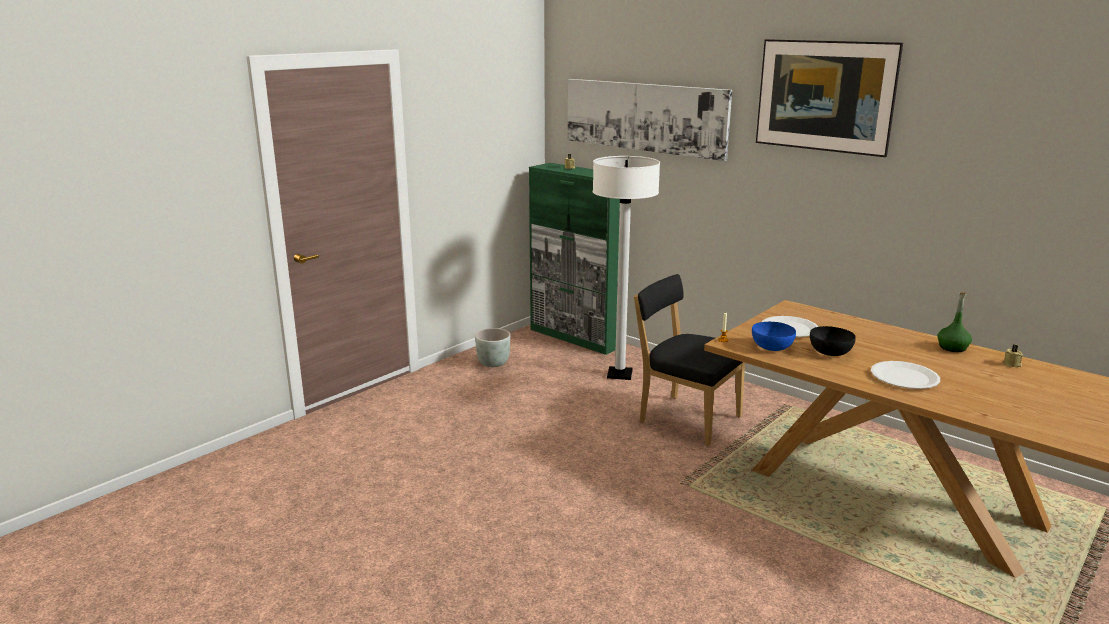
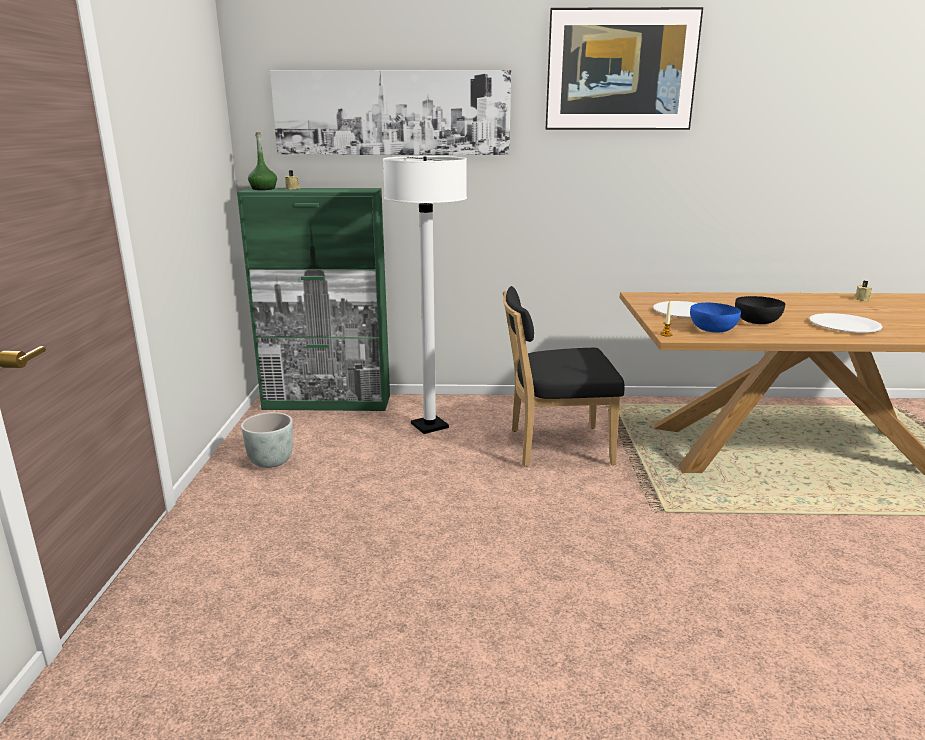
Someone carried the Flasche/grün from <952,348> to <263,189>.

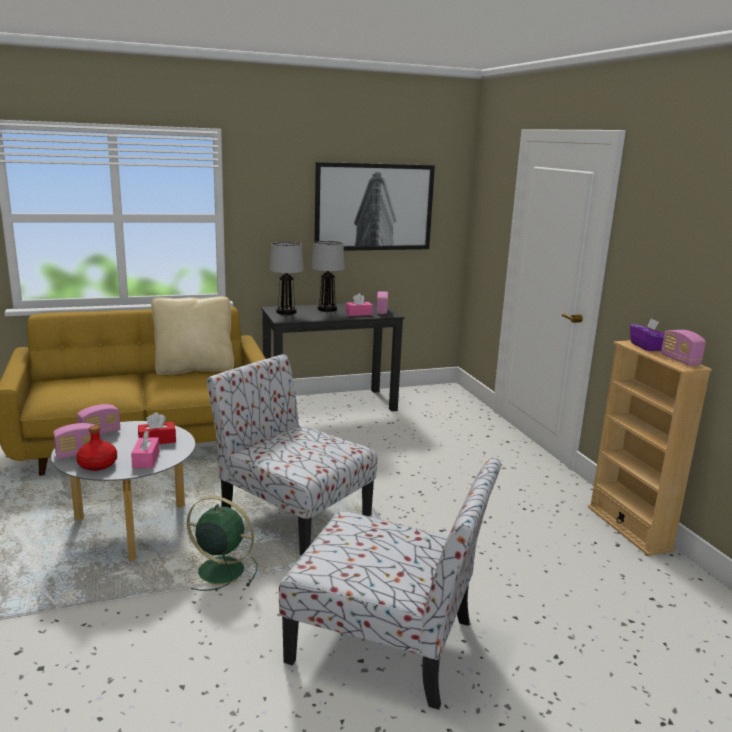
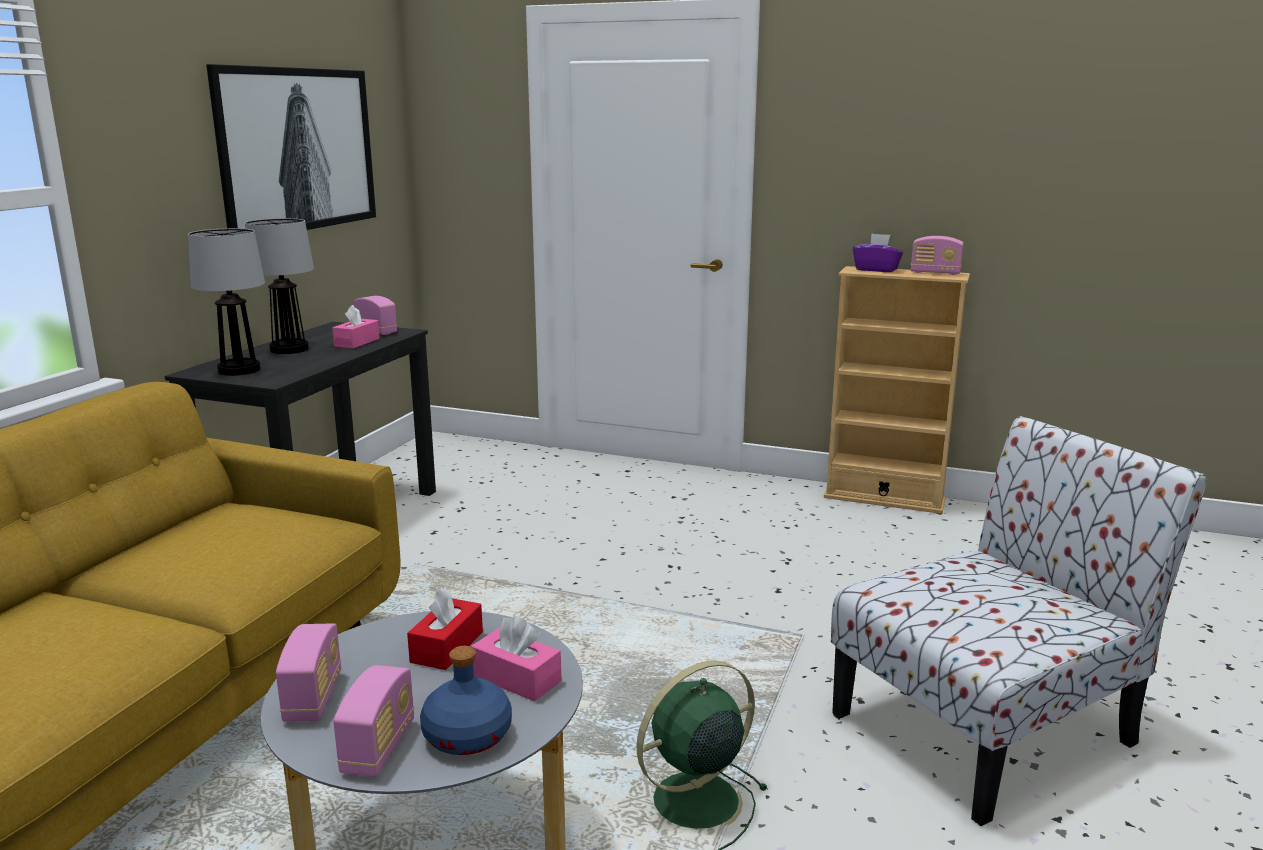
Someone repainted the Flasche/rot at <97,465>, which became the Flasche/blau at <468,736>.
Someone took away the Kissen/beige at <194,369>.
Someone took away the Stuhl at <292,514>.

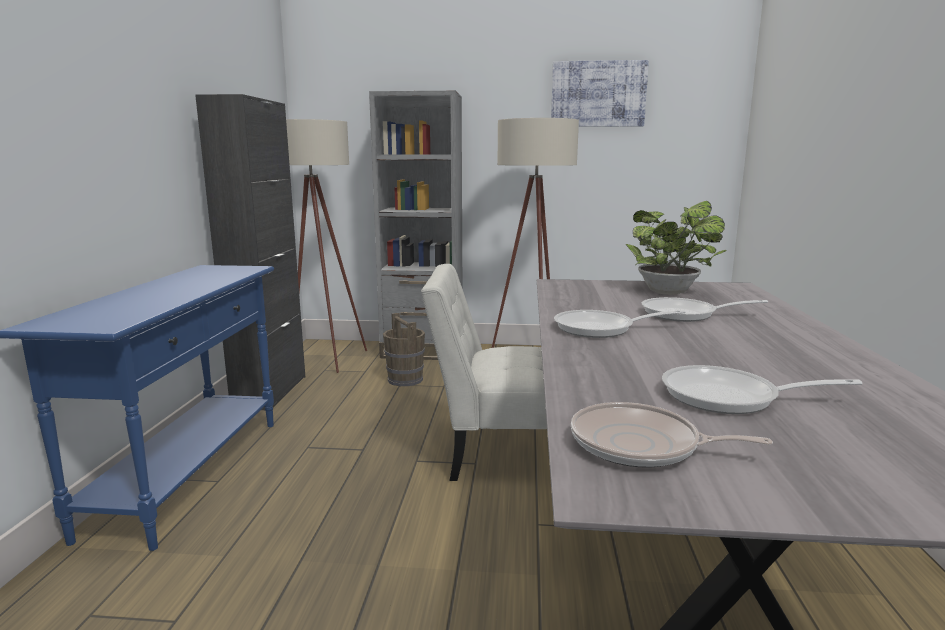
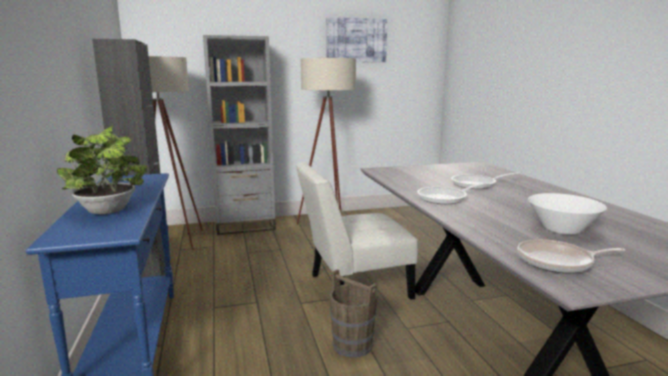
Someone carried the Eimer/braun from <405,379> to <352,345>.
Someone carried the Topfpflanze from <670,293> to <109,212>.
Someone swapped the Pfanne at <730,397> for the Schüssel/weiß at <562,230>.

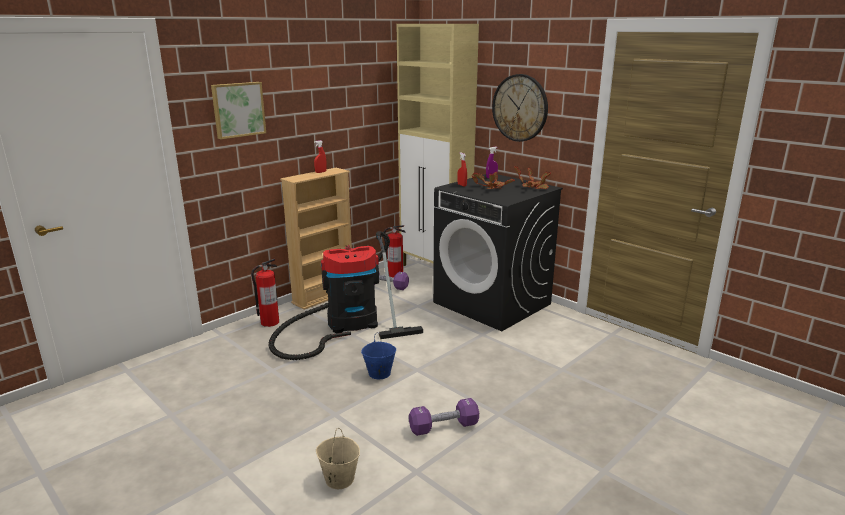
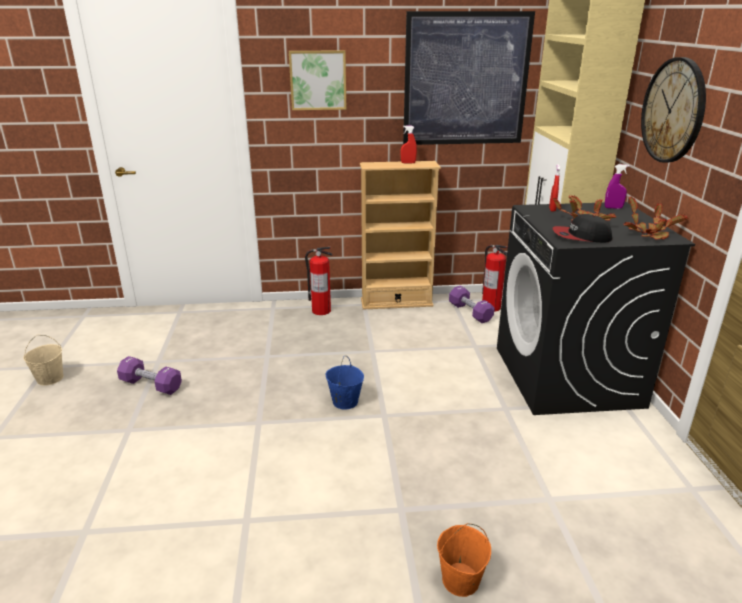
Someone took away the Staubsauger at <346,324>.
Someone carried the Eimer/beige from <339,479> to <50,378>.
Someone carried the Hantel/lila from <443,427> to <151,385>.
Someone put up the Bild at <466,80>.
Someone put down the Eimer/orange at <461,581>.
Someone put down the Kappe at <581,237>.

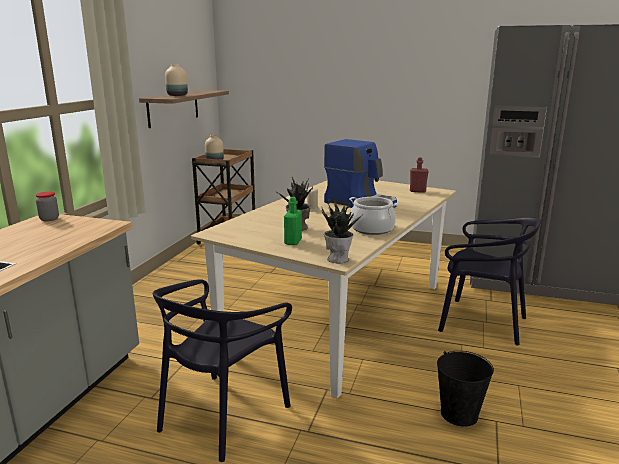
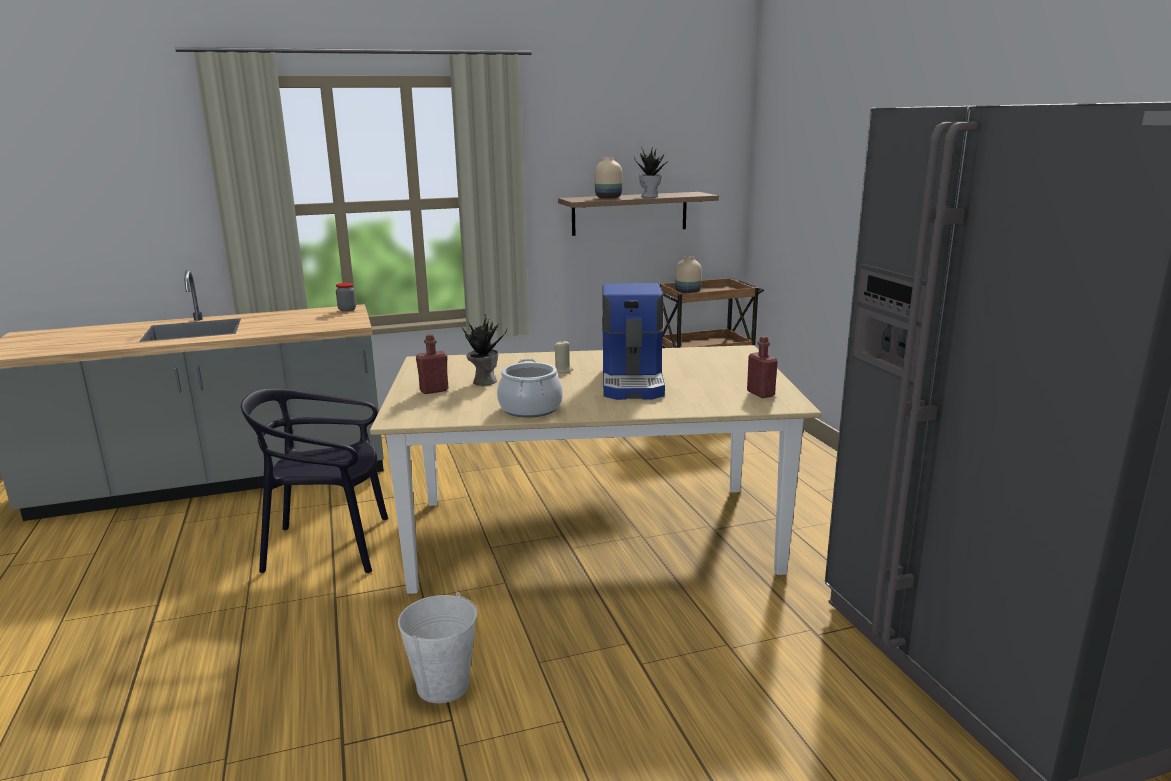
Someone repainted the Flasche/grün at <293,241>, which became the Flasche/rot at <434,390>.
Someone carried the Topfpflanze from <338,259> to <650,197>.
Someone repainted the Eimer/schwarz at <459,414>, which became the Eimer/weiß at <442,685>.
Someone took away the Stuhl/schwarz at <481,322>.

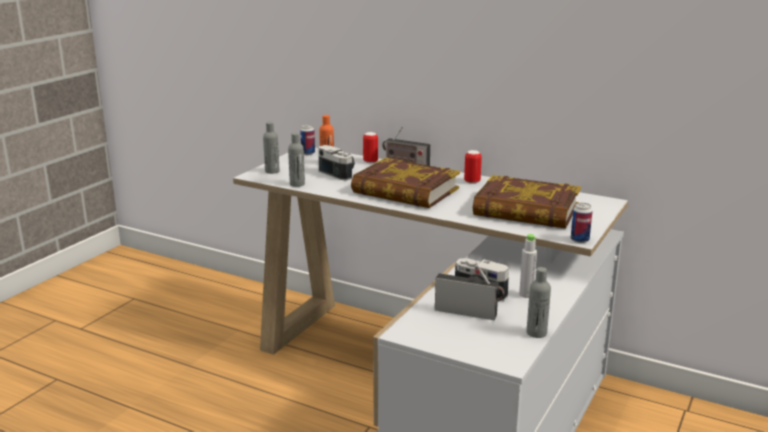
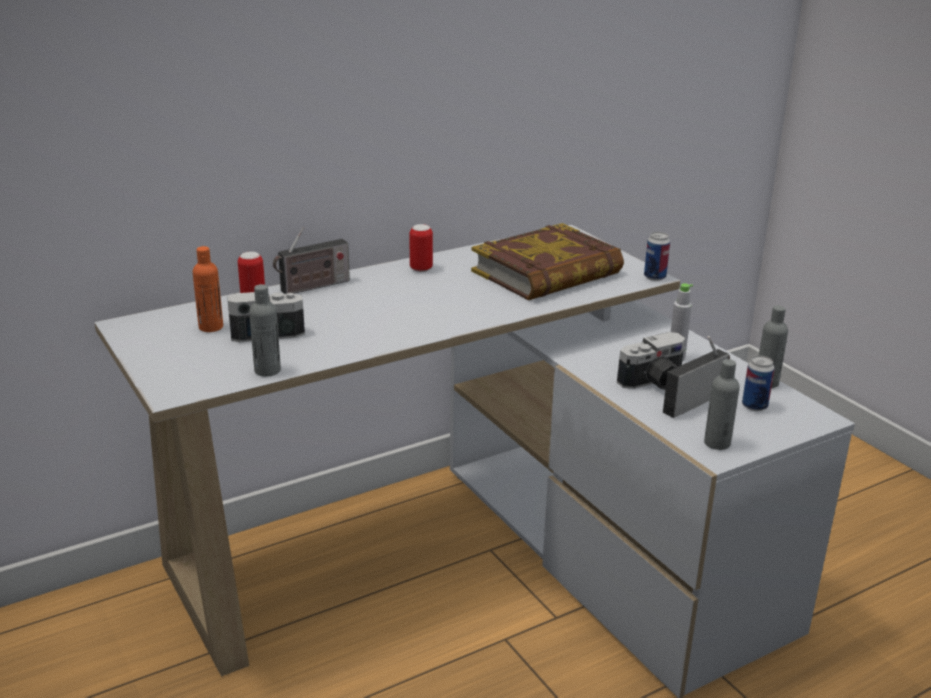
Someone carried the Flasche/grau from <272,171> to <717,443>.
Someone carried the Dose from <308,153> to <754,406>.
Someone took away the Buch at <405,191>.

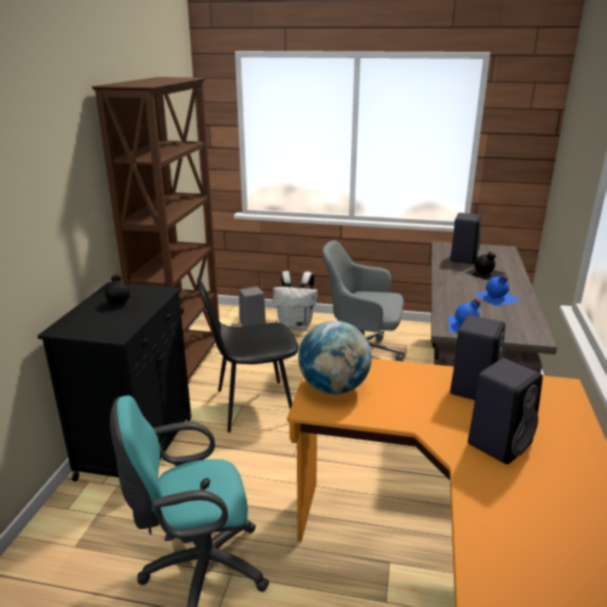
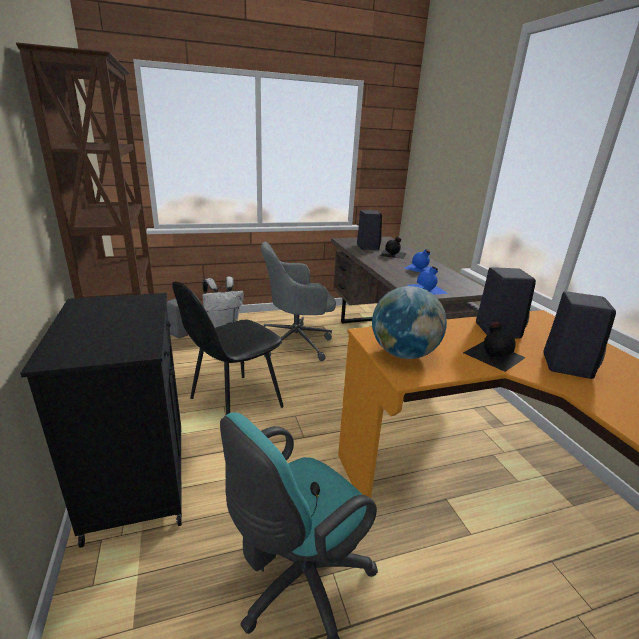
Someone carried the Flasche/schwarz from <120,302> to <493,354>.

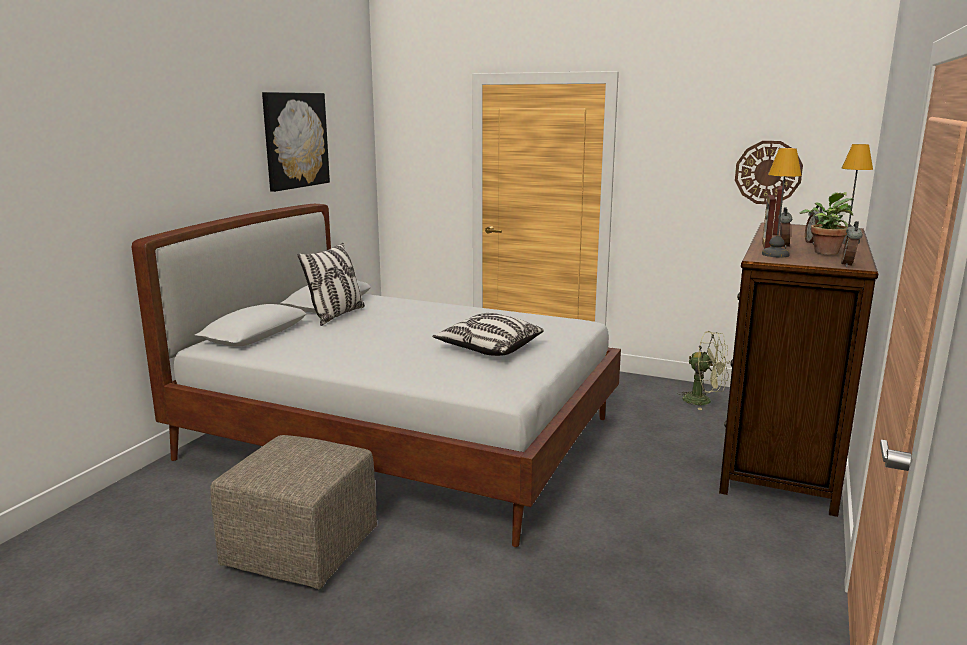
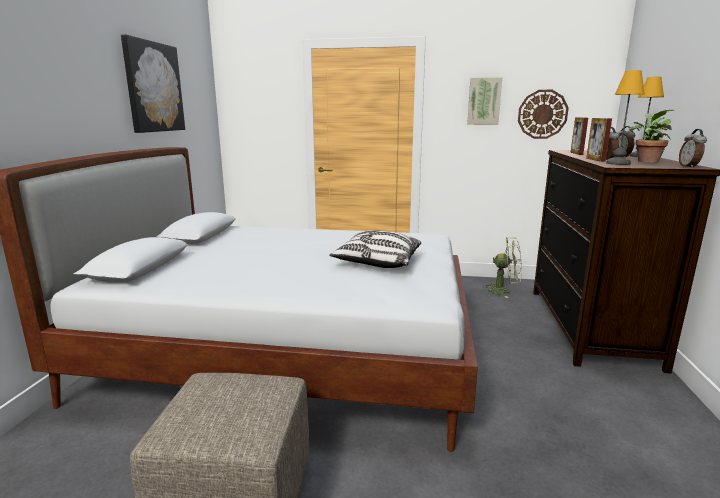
Someone took away the Kissen at <336,315>.
Someone put up the Bild at <484,101>.

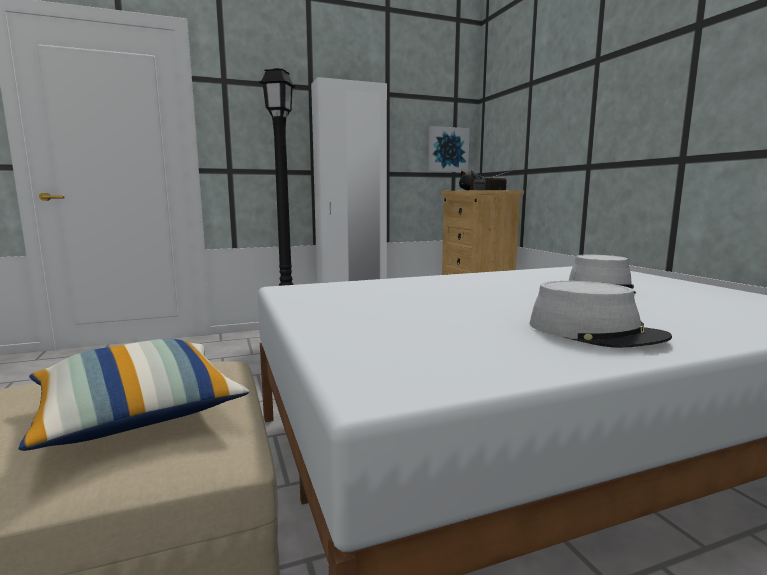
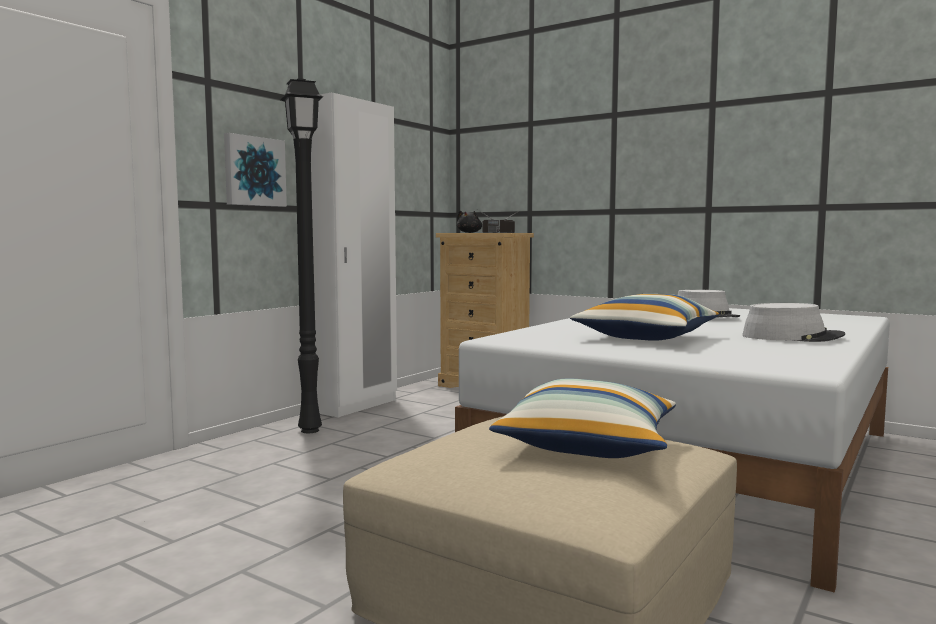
Someone carried the Bild from <447,150> to <253,171>.
Someone put down the Kissen at <645,337>.

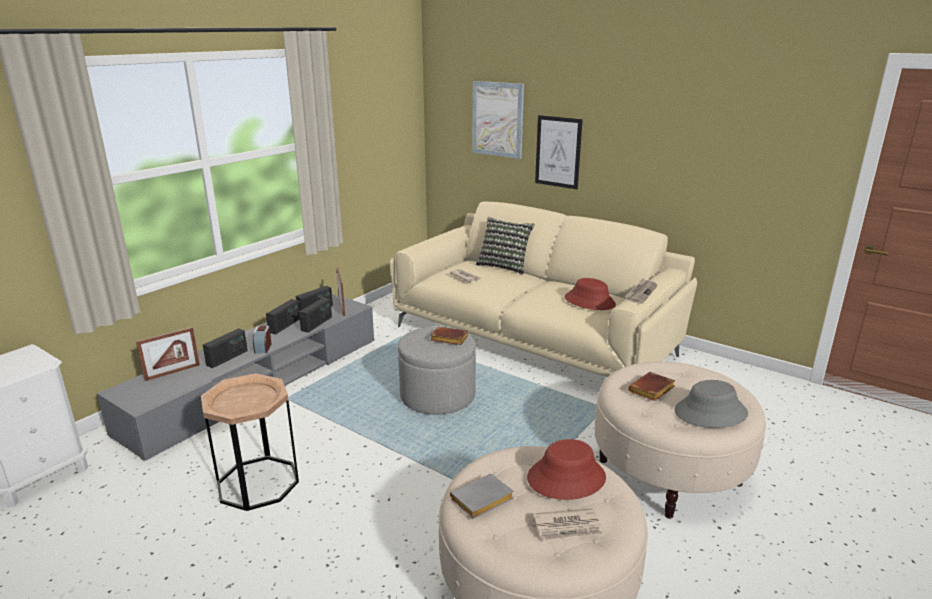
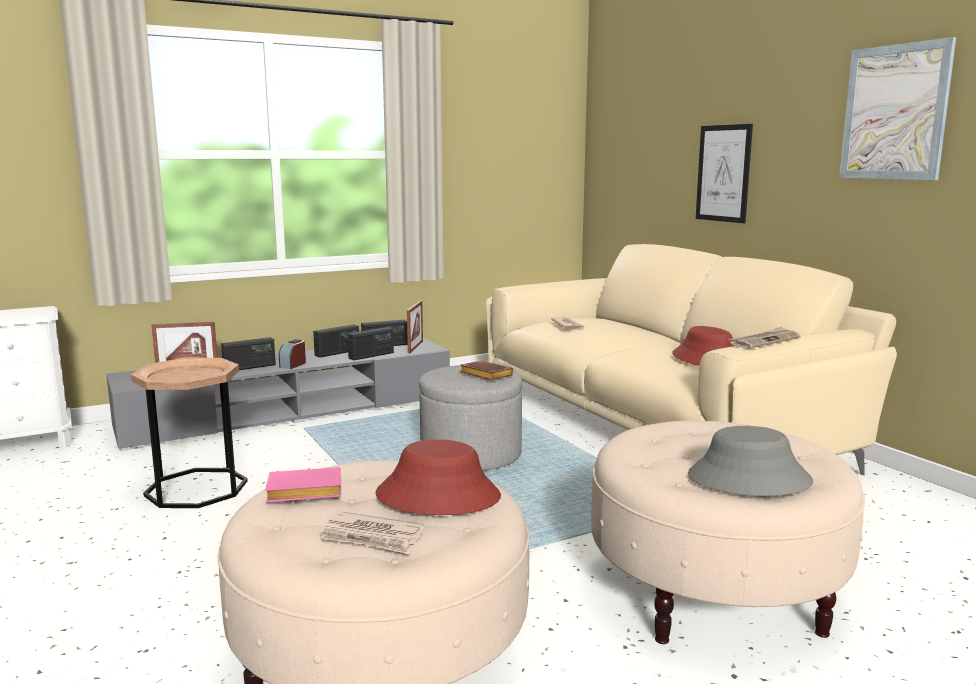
Someone repainted the Buch/grau at <481,502>, which became the Buch/rosa at <302,493>.
Someone carried the Bild from <497,119> to <894,112>.
Someone took away the Kissen at <504,266>.
Someone took away the Buch/braun at <651,391>.

